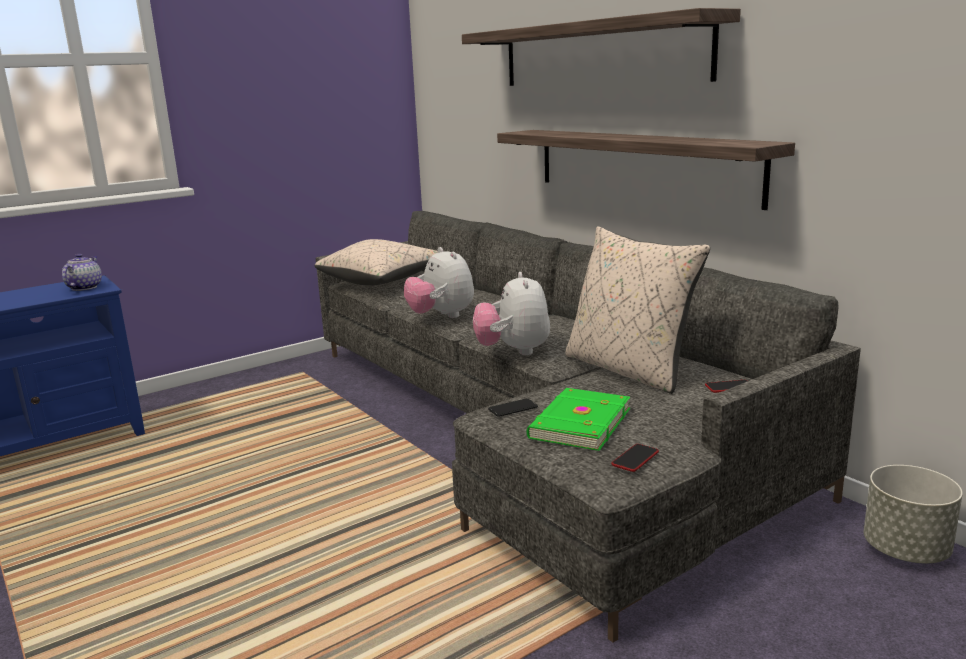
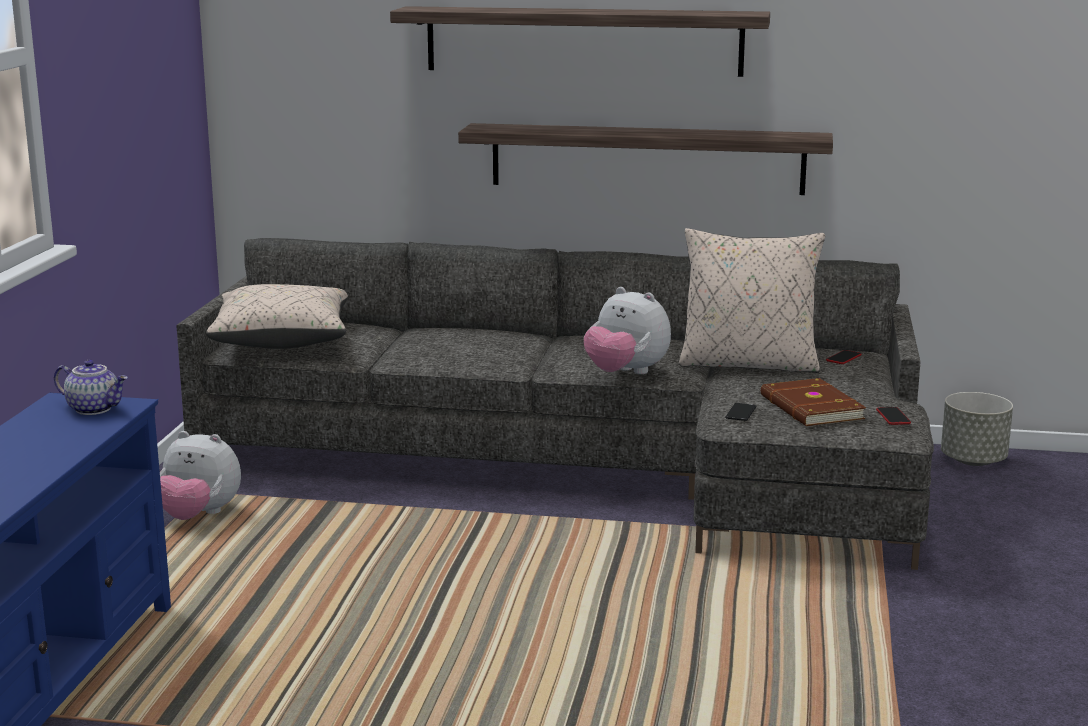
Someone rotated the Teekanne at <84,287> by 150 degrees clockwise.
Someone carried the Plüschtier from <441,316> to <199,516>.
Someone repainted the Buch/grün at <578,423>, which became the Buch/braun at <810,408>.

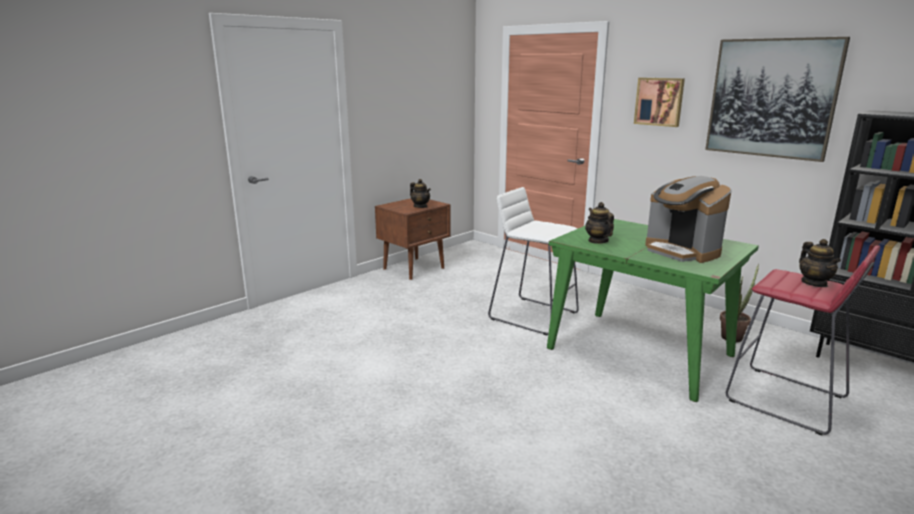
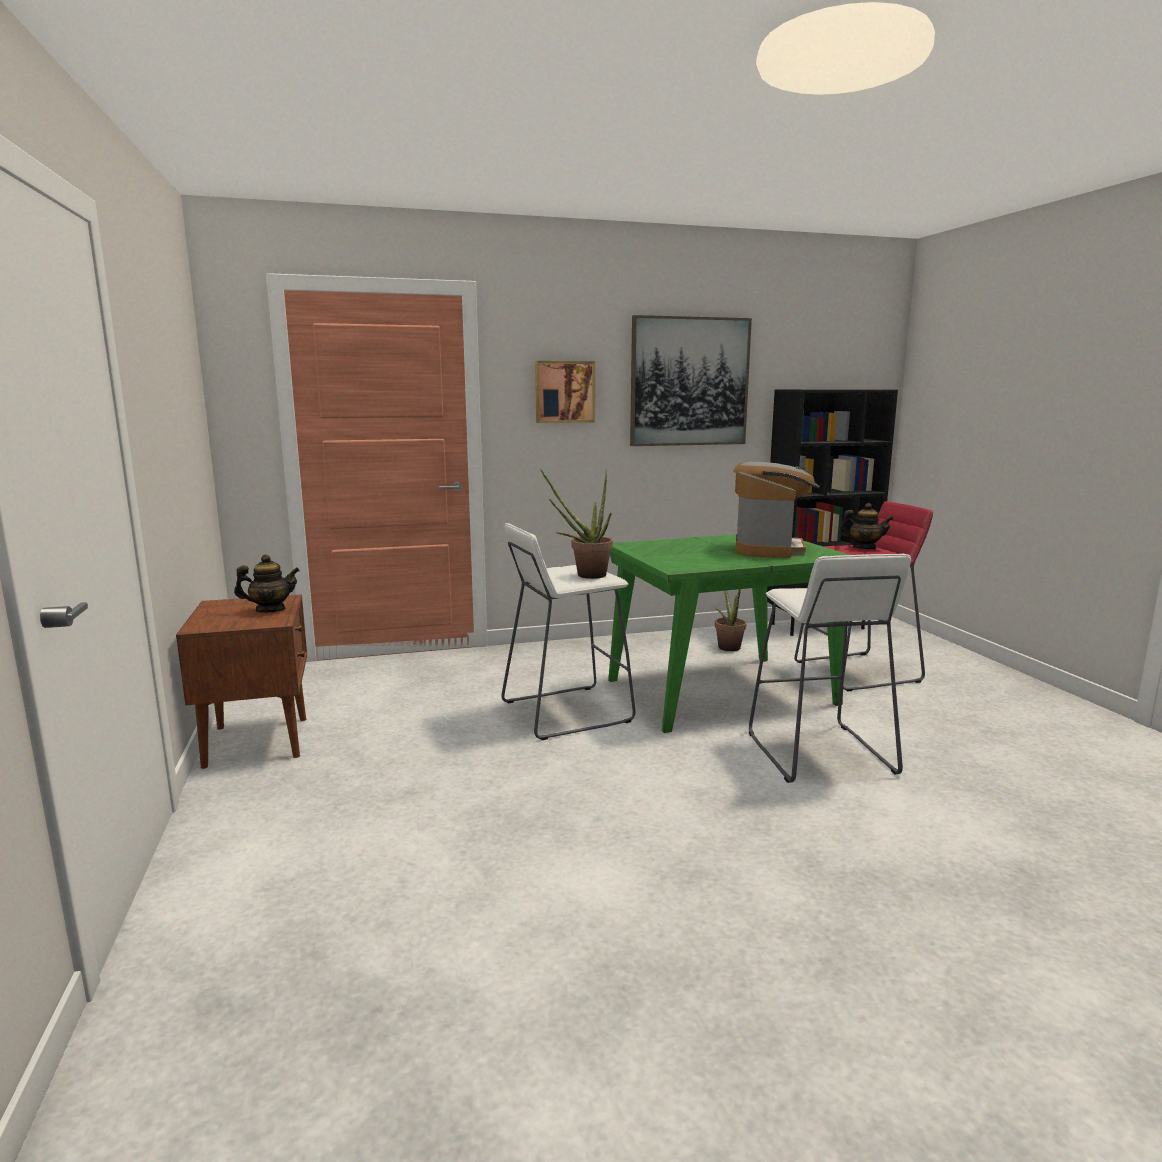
Someone took away the Teekanne at <598,241>.
Someone rotated the Kaffeemaschine at <681,251> by 75 degrees counterclockwise.
Someone put down the Topfpflanze at <585,575>.
Someone put down the Hocker/weiß at <818,753>.

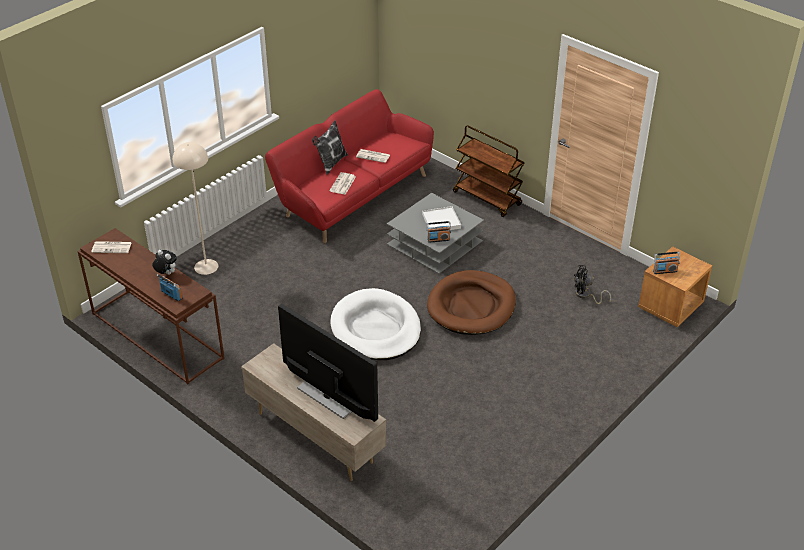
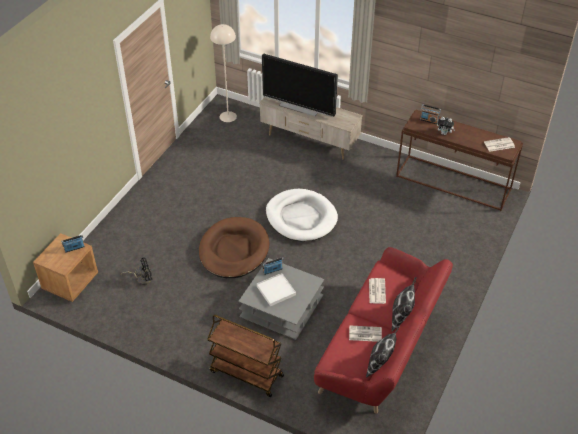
Someone carried the Stehlampe/beige from <206,266> to <228,116>.
Someone put down the Kissen at <381,363>.

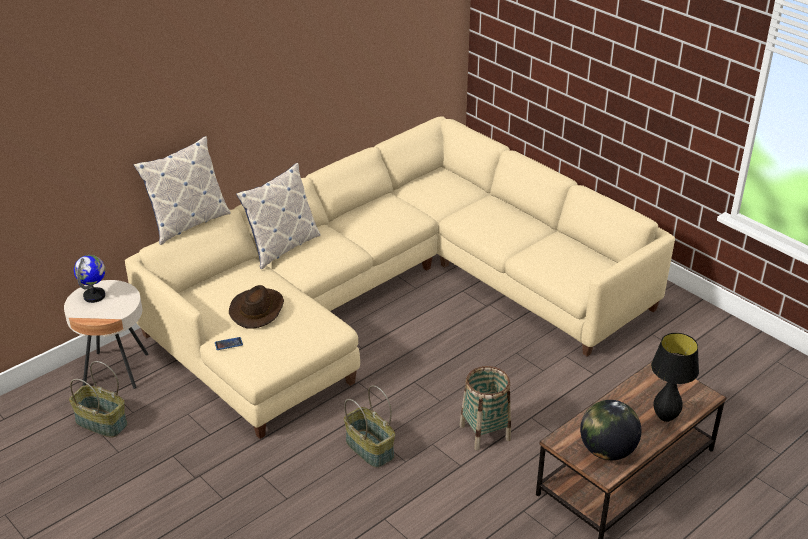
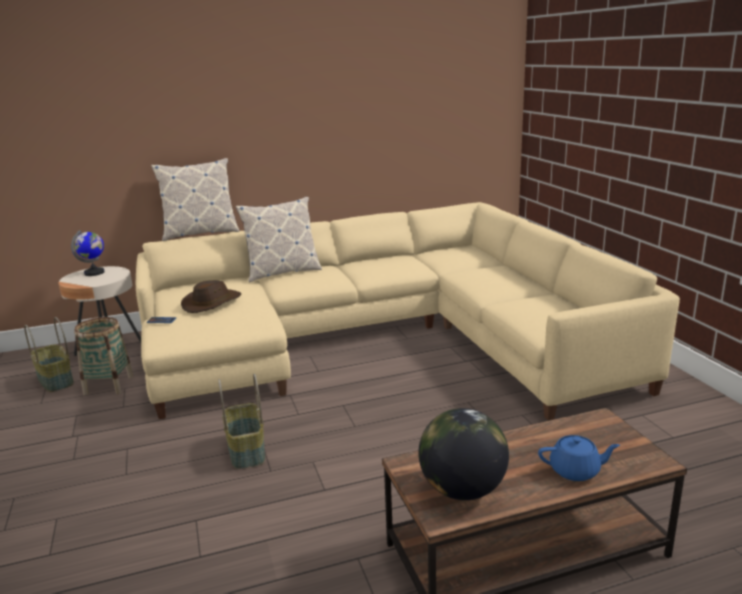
Someone carried the Korb from <484,432> to <108,385>.
Someone swapped the Tischlampe/schwarz at <665,417> for the Teekanne/blau at <575,471>.

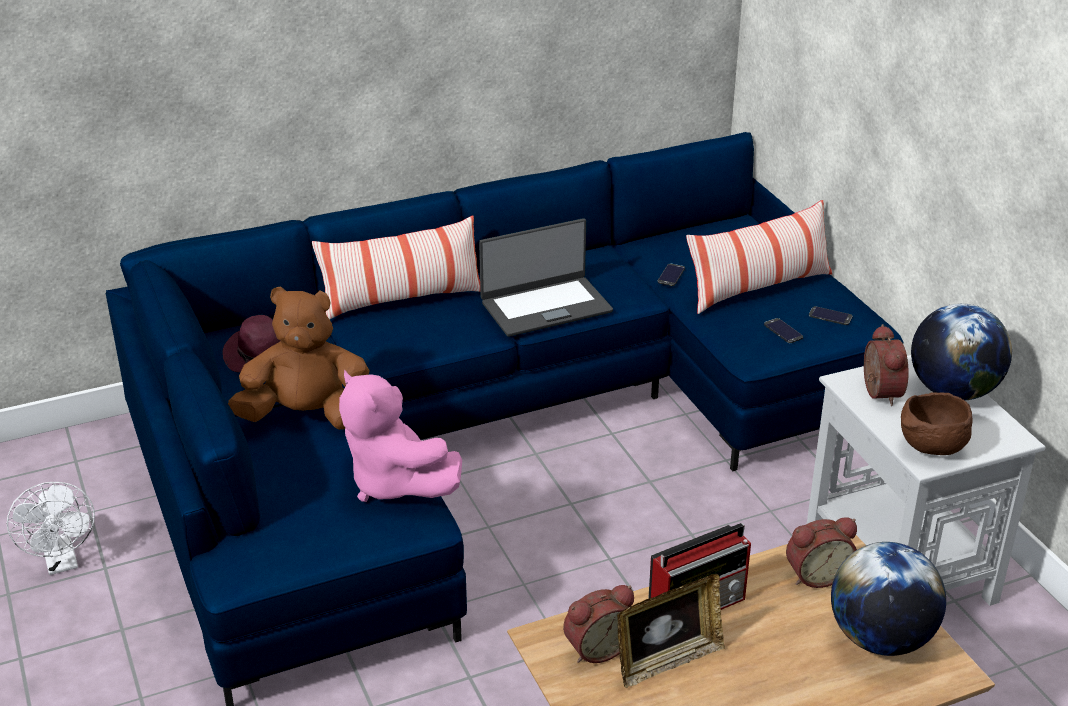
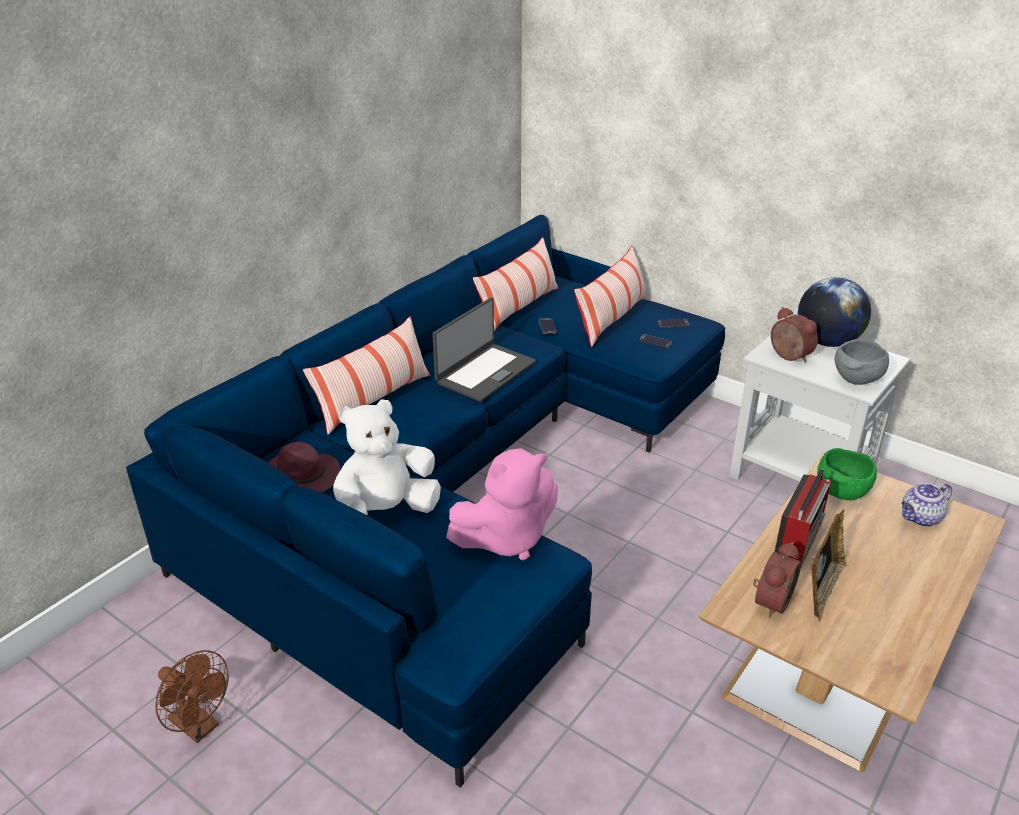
Someone repainted the Ventilator/weiß at <62,562>, which became the Ventilator/braun at <199,726>.
Someone repainted the Plüschtier/braun at <307,416>, which became the Plüschtier/weiß at <385,513>.
Someone rotated the Plüschtier/rosa at <394,483> by 45 degrees counterclockwise.
Someone swapped the Wecker at <816,574> for the Schüssel/grün at <841,491>.
Someone swapped the Globus at <880,639> for the Teekanne at <920,518>.
Someone repainted the Schüssel/braun at <931,448>, which became the Schüssel/grau at <856,381>.
Someone put down the Kissen at <518,308>.

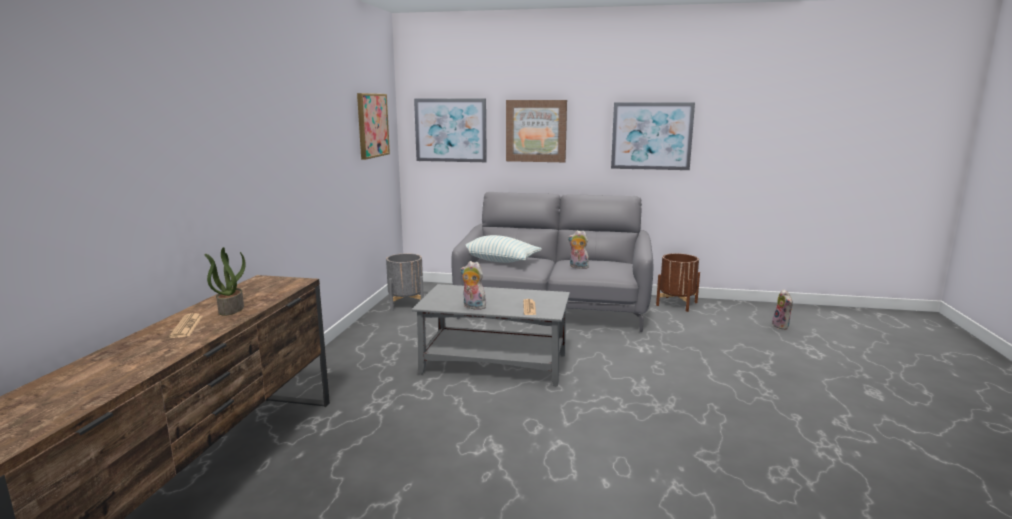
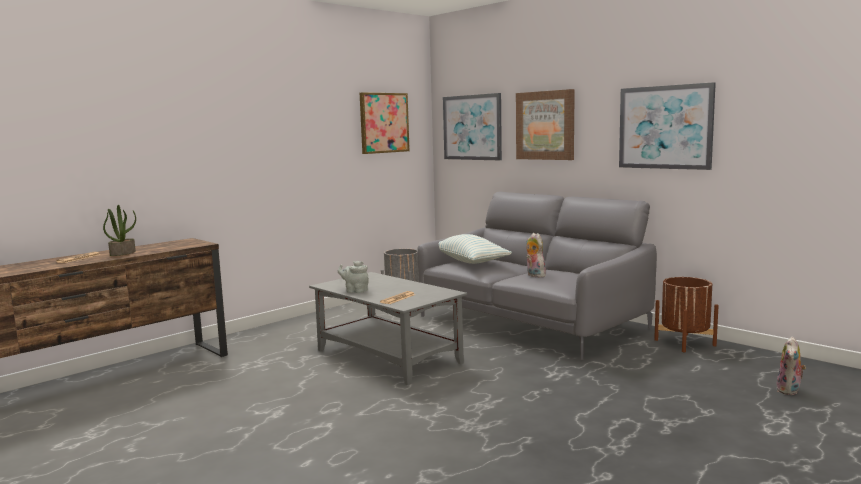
Someone swapped the Plüschtier at <472,307> for the Teekanne/grau at <355,291>.

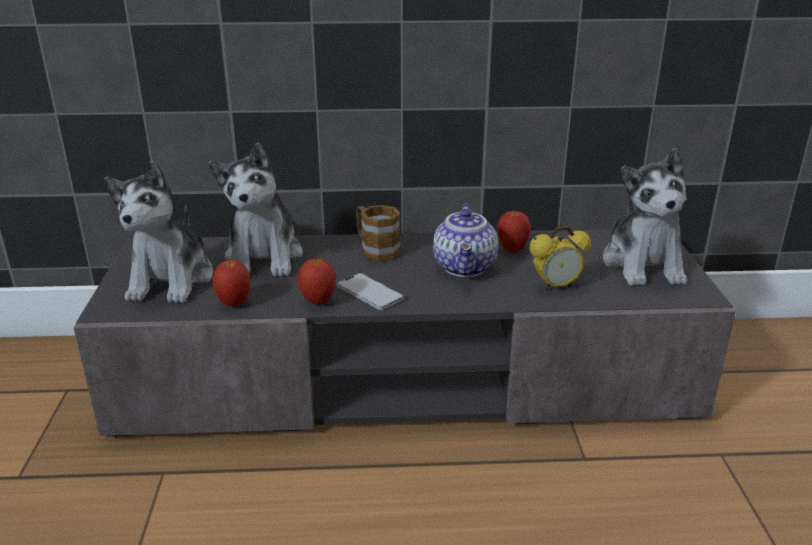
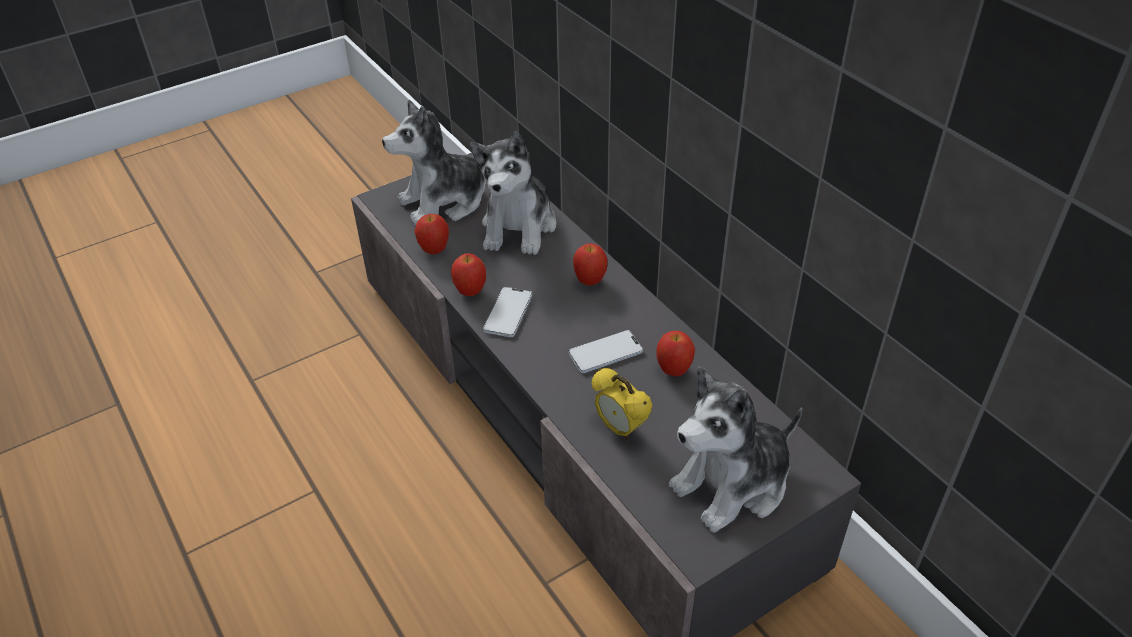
Someone rotated the Plüschtier at <264,257> by 45 degrees counterclockwise.
Someone swapped the Henkelbecher at <375,249> for the Apfel at <590,281>.
Someone swapped the Teekanne at <466,268> for the Handy at <605,353>.

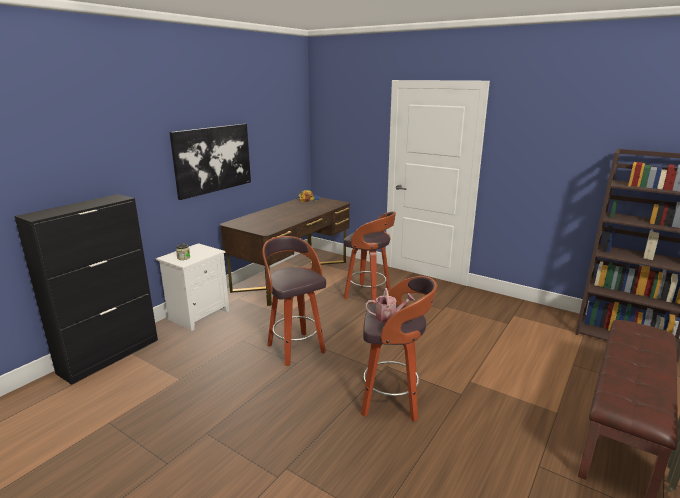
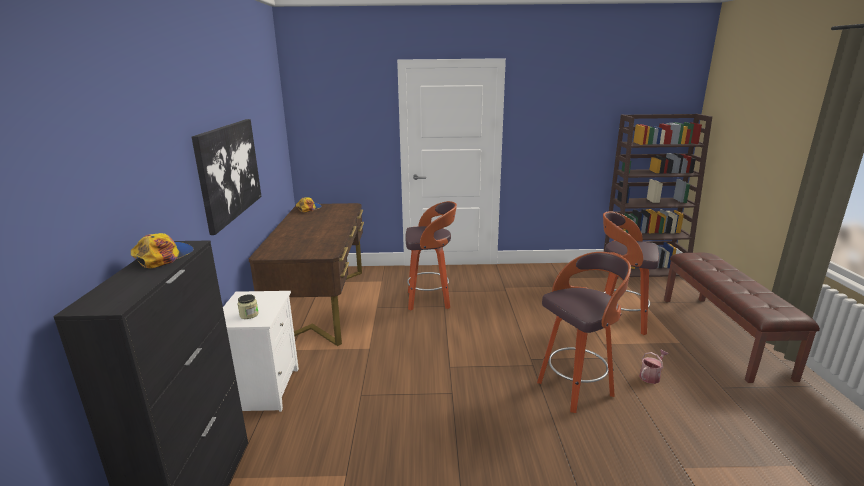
Someone carried the Hocker from <295,348> to <620,321>.
Someone carried the Gießkanne from <389,317> to <651,376>.
Someone put down the Kappe at <163,257>.

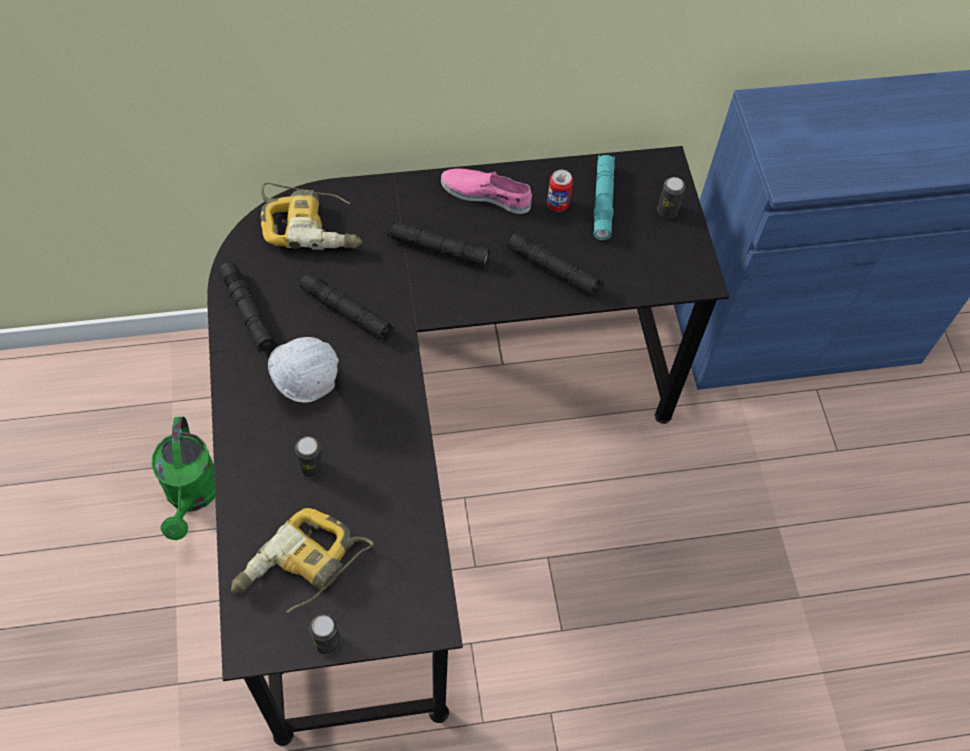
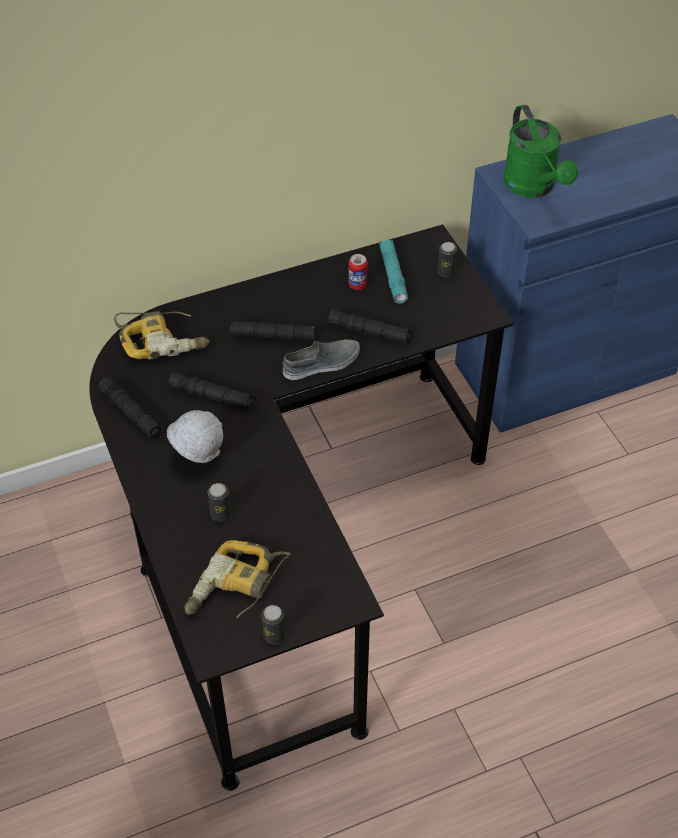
Someone carried the Gießkanne/grün from <192,496> to <534,187>.
Someone took away the Schuh/rosa at <486,194>.
Someone put down the Schuh/grau at <322,364>.

